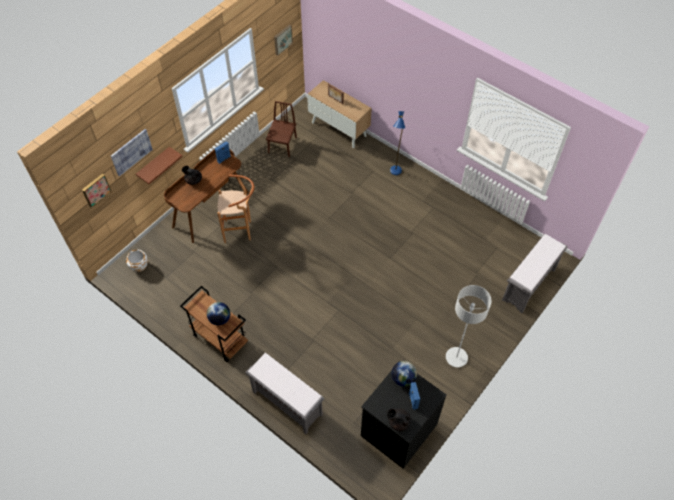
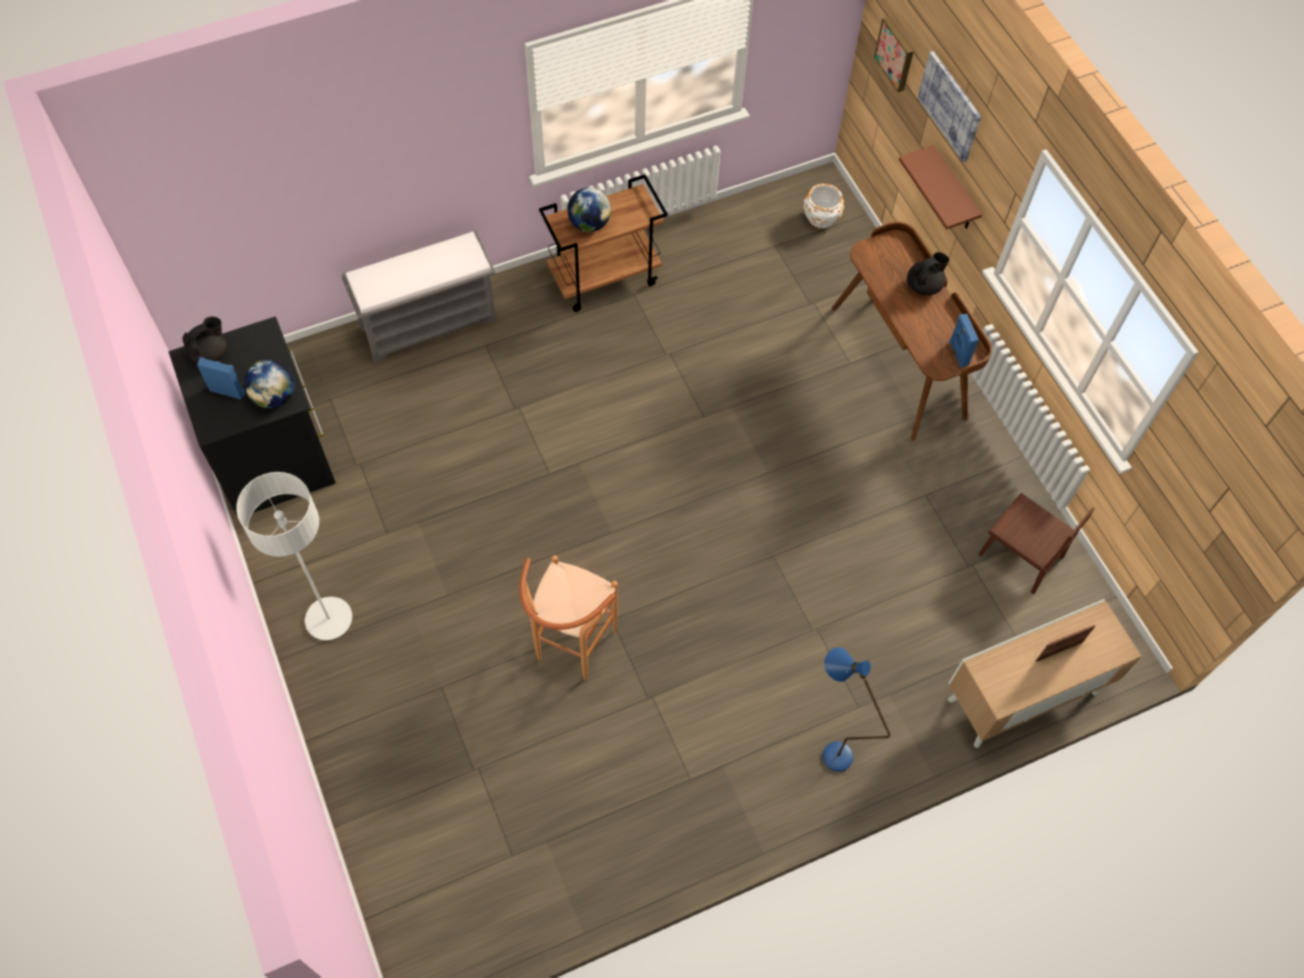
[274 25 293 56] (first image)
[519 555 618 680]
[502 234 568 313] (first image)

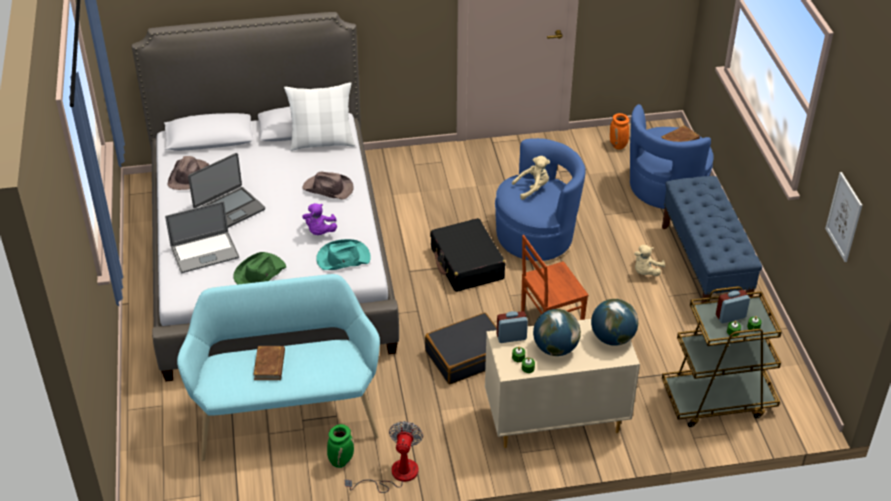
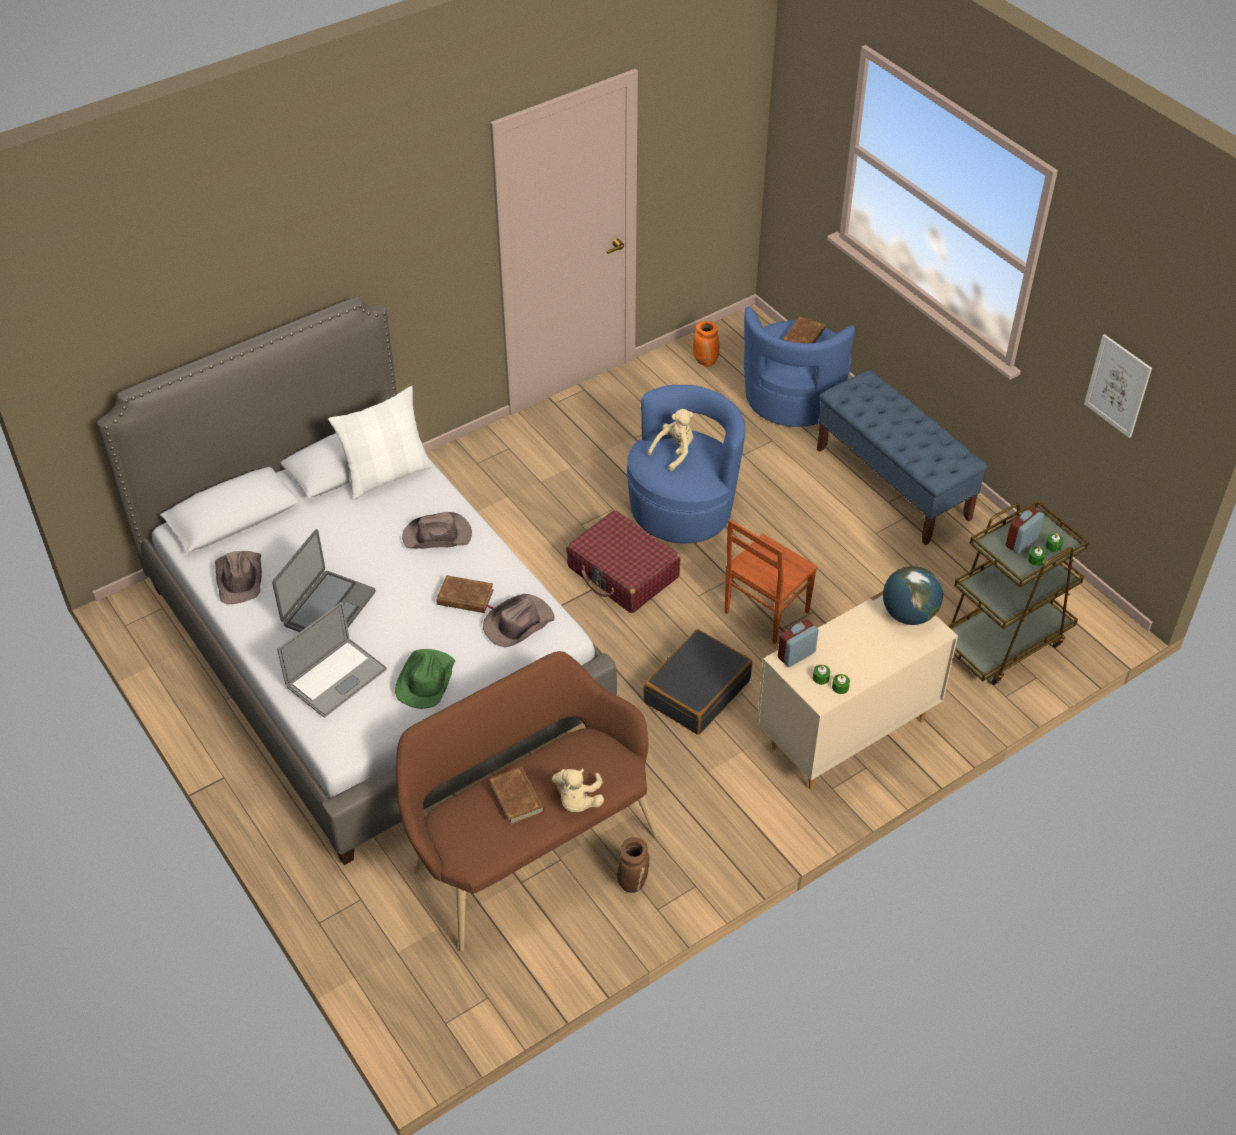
[436 575 494 613]
[566 510 680 613]
[483 594 555 648]
[552 769 604 812]
[396 651 658 952]
[533 309 581 356] (first image)
[344 421 423 493] (first image)
[617 837 649 893]

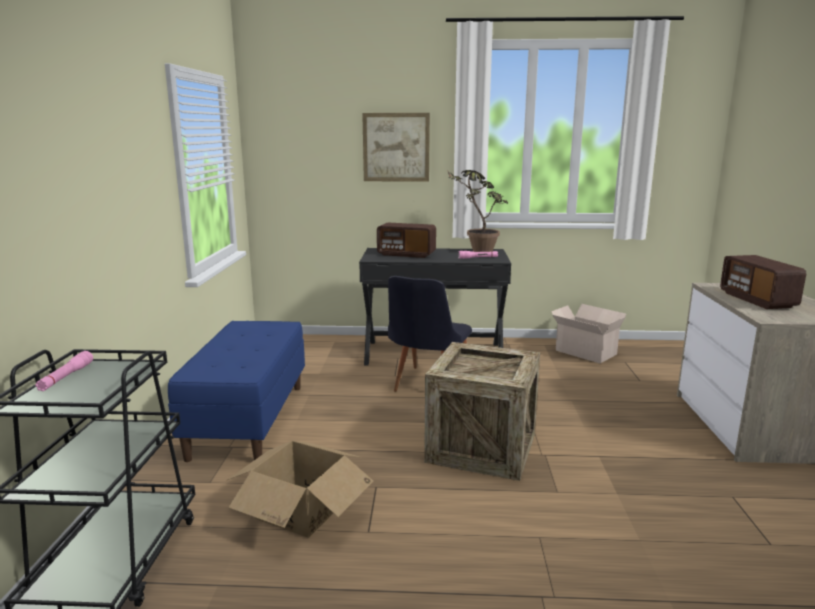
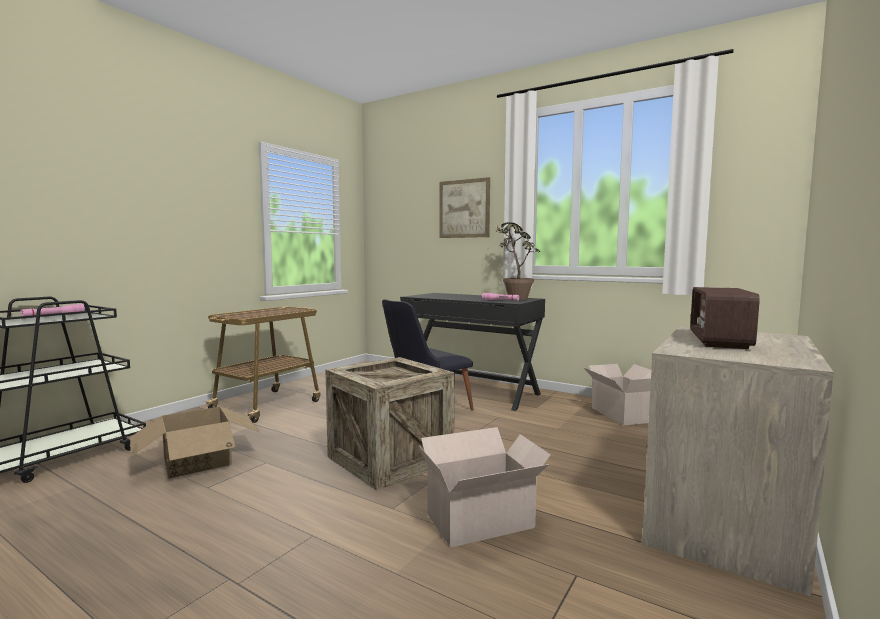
[377 223 436 258] (first image)
[203 307 321 423]
[419 427 551 548]

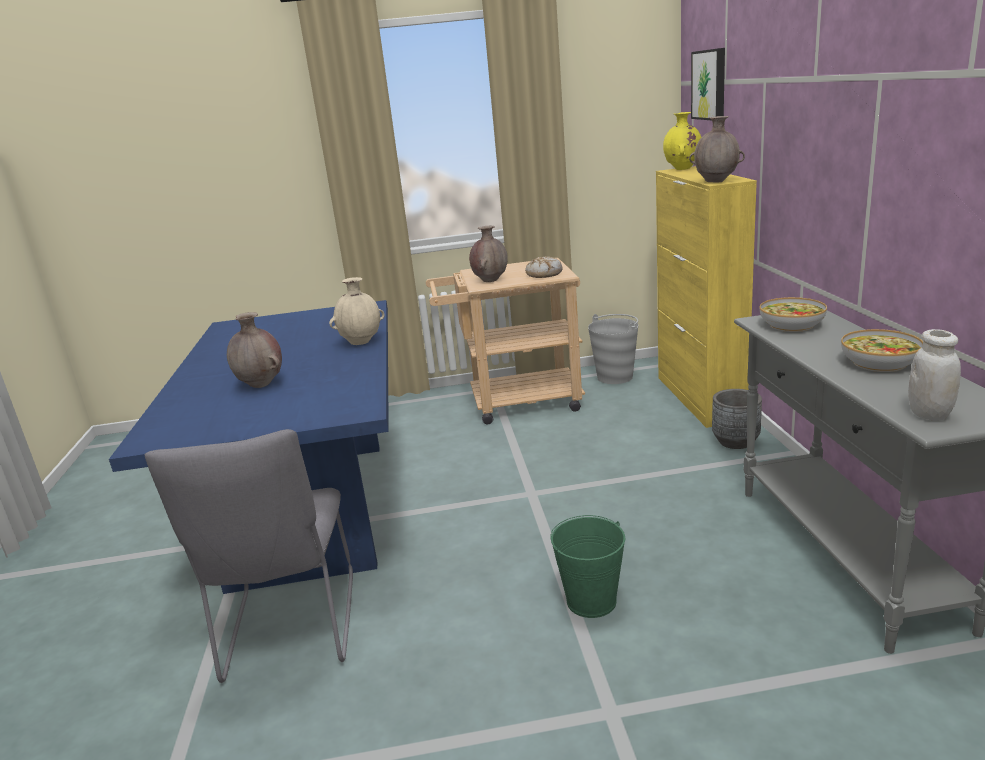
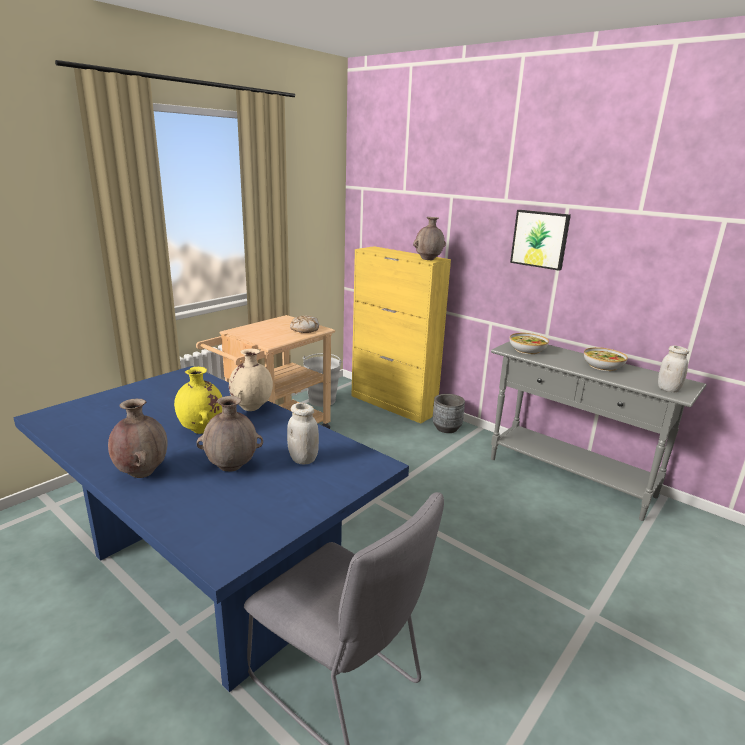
[510 210 571 271]
[174 367 222 434]
[108 399 167 478]
[550 515 625 618] (first image)
[287 403 319 464]

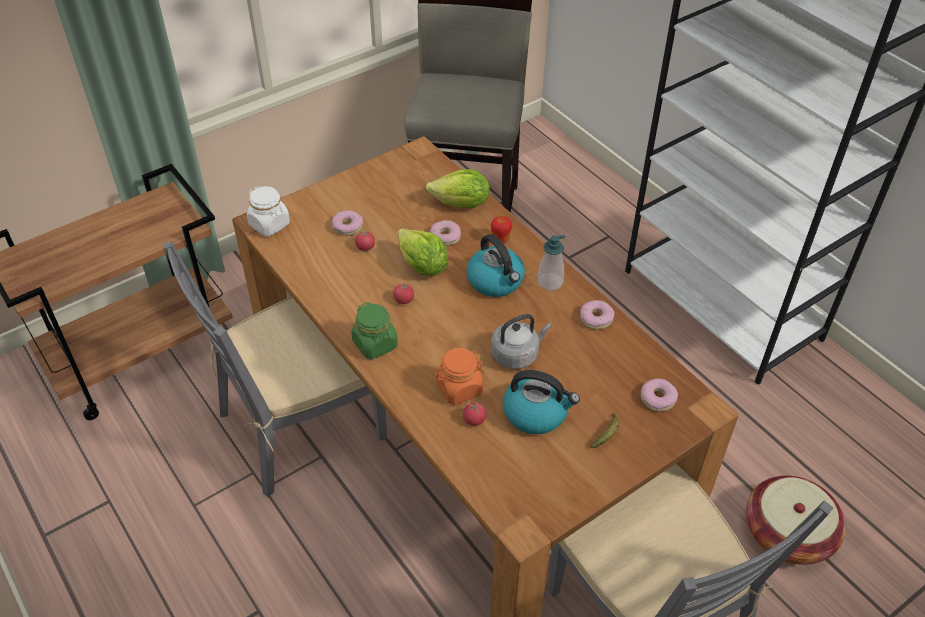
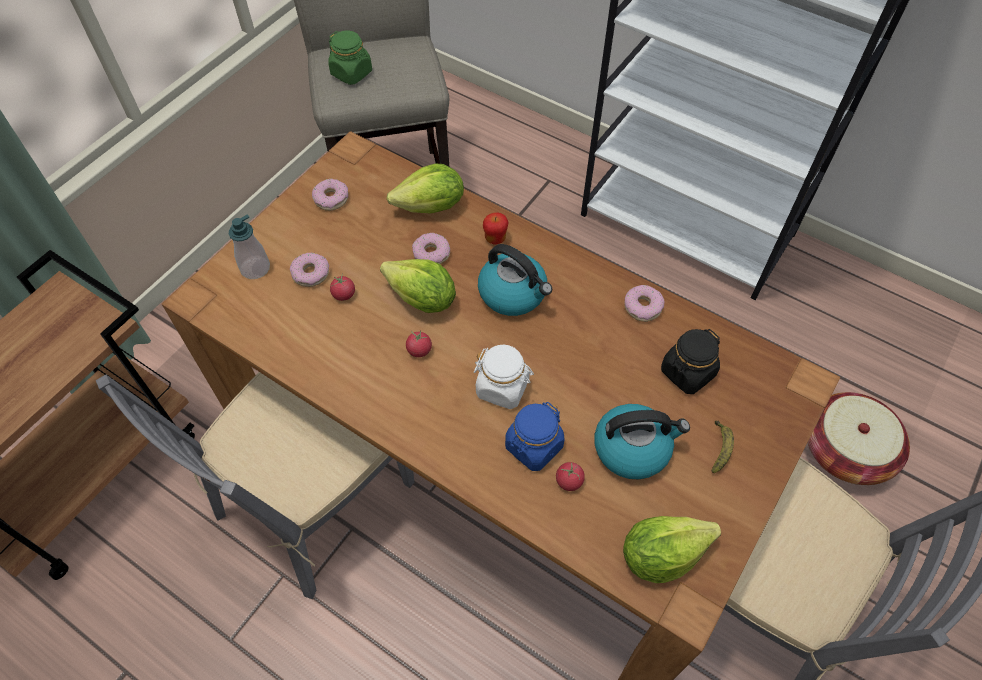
[474 344 534 409]
[229 215 270 279]
[328 31 372 85]
[491 314 551 369] (first image)
[505 402 564 471]
[312 179 349 211]
[661 329 720 394]
[623 516 721 583]

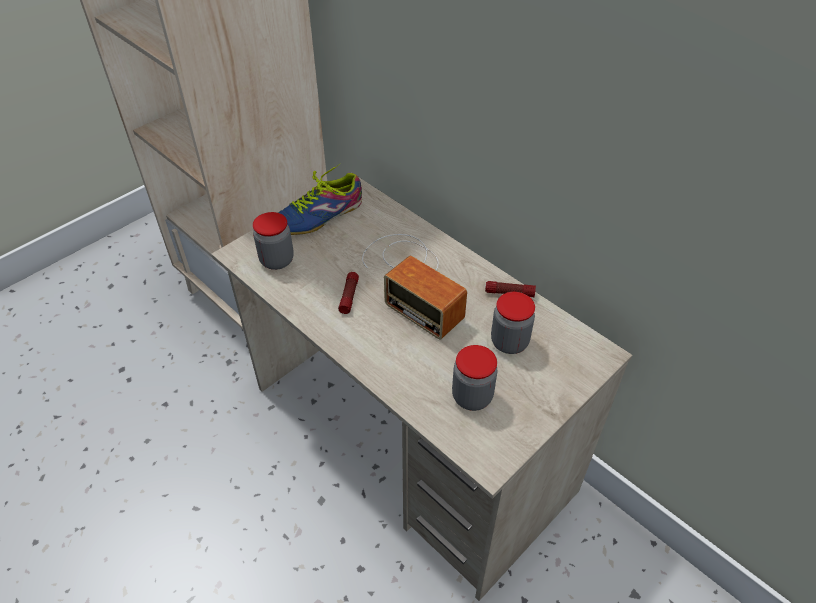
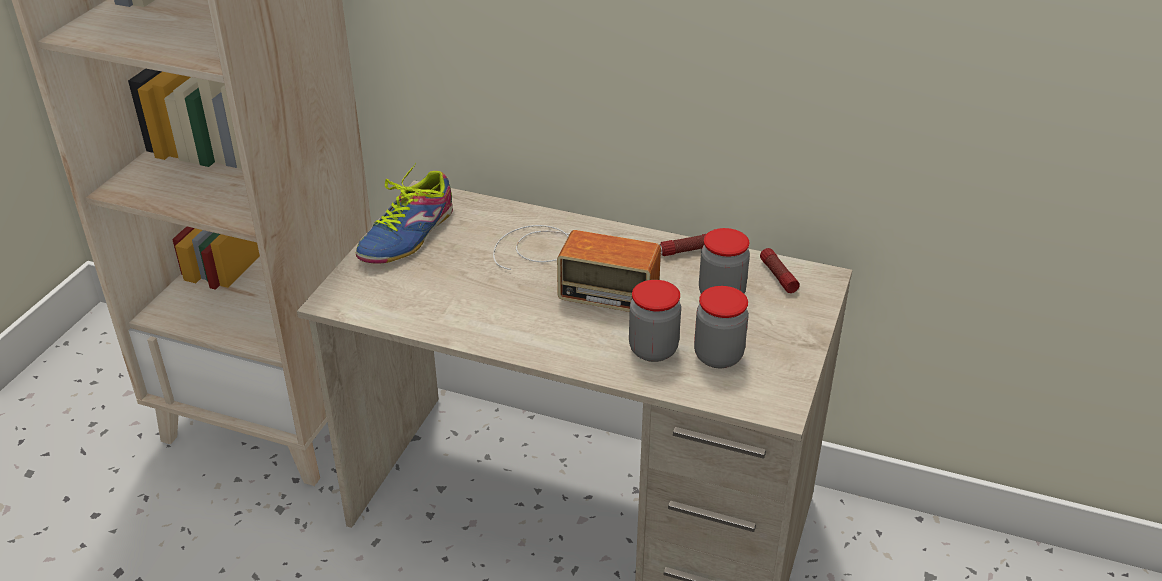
[629 280 681 362]
[760 248 800 293]

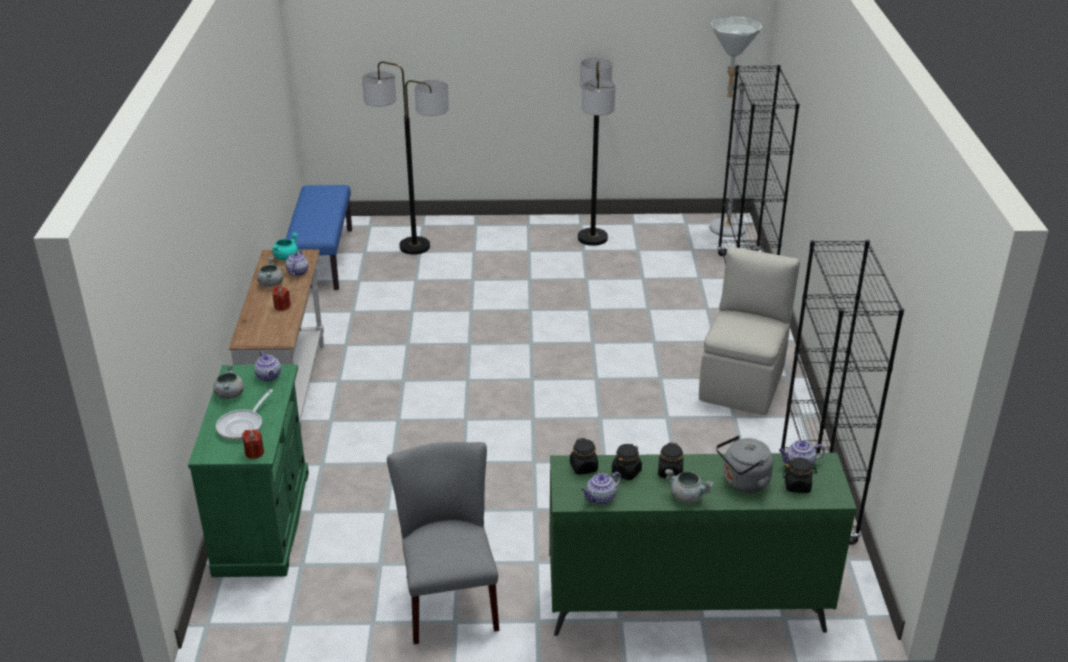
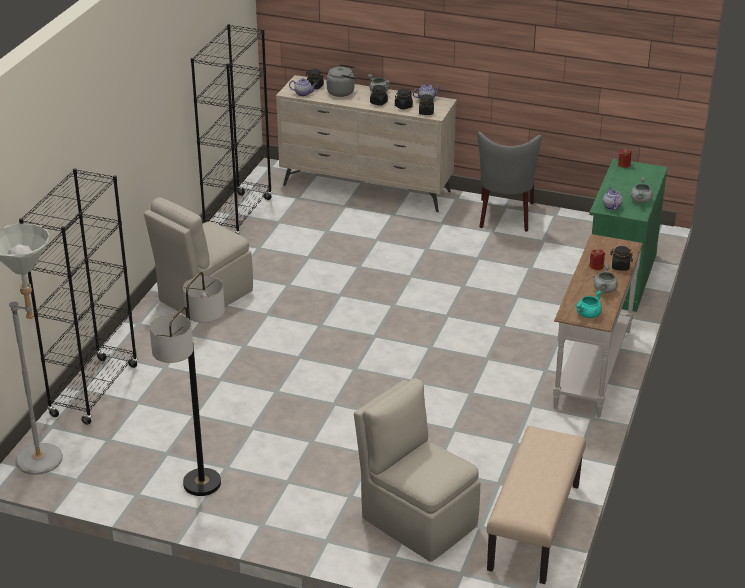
[354 378 480 562]
[487 426 586 584]
[285 249 309 276] (first image)
[216 389 273 440] (first image)
[276 75 457 212]
[610 246 633 271]

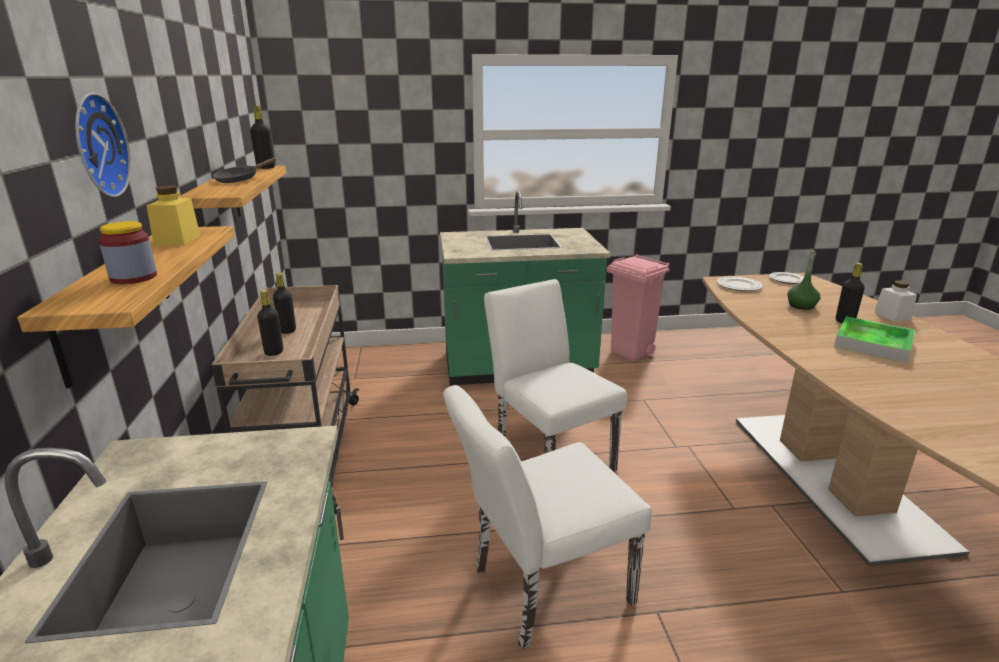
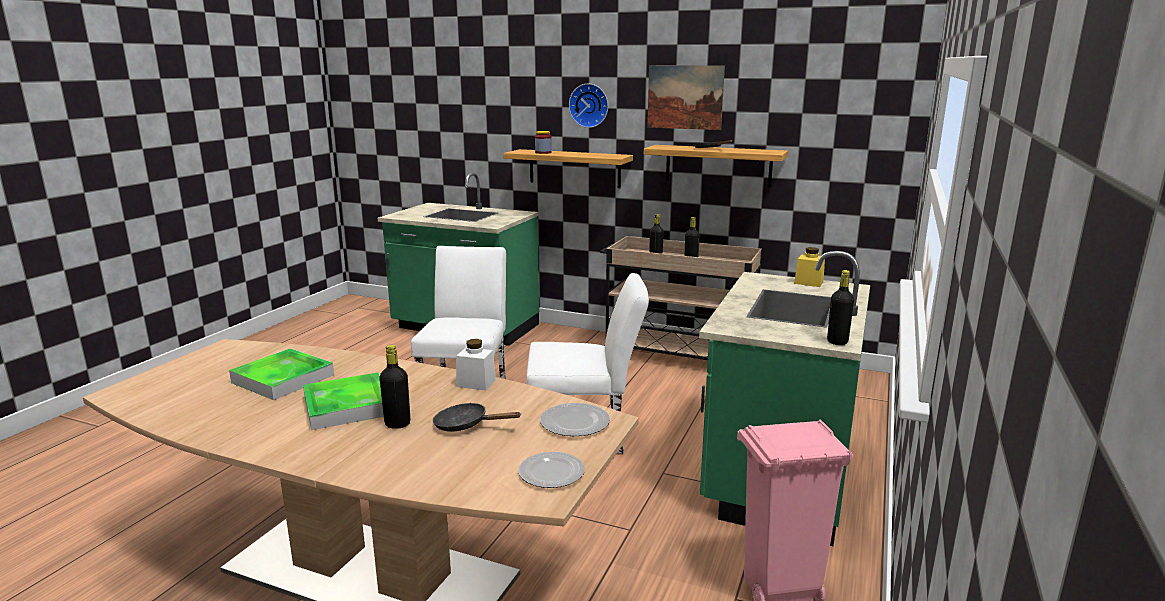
[827 270 854 345]
[794 247 825 287]
[433 403 521 432]
[456 339 496 391]
[647 65 725 130]
[229 348 334 400]

